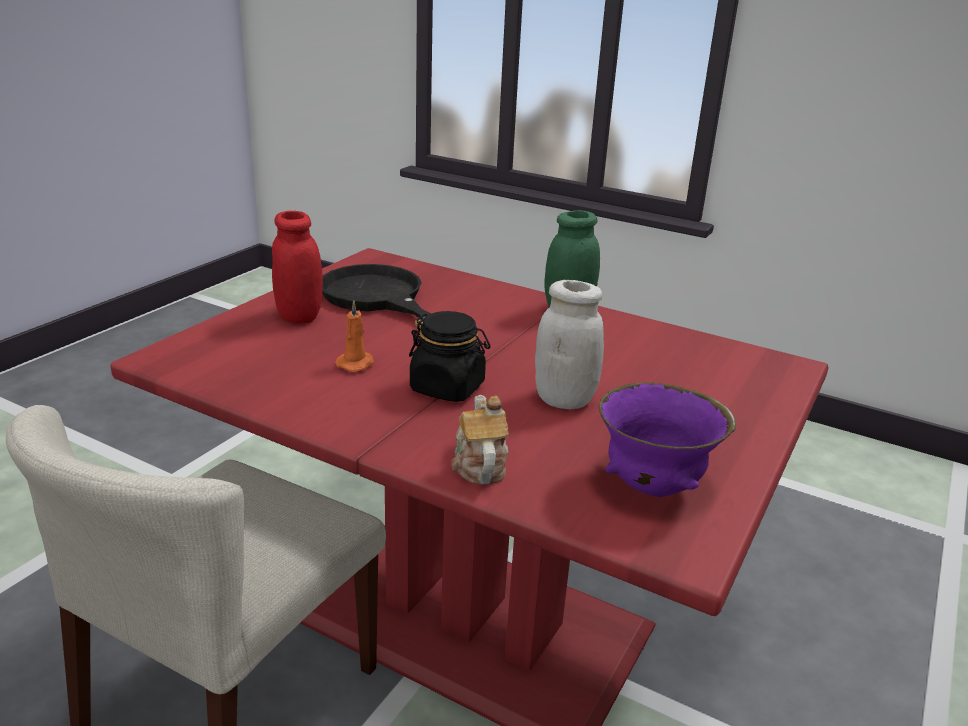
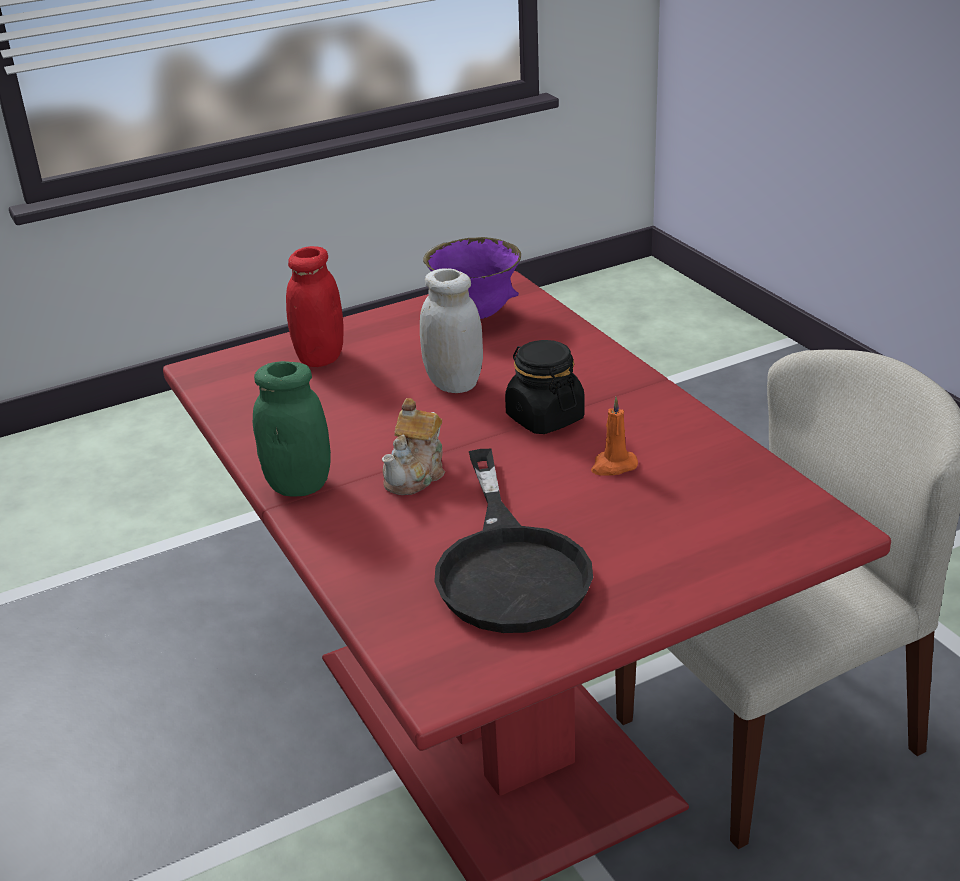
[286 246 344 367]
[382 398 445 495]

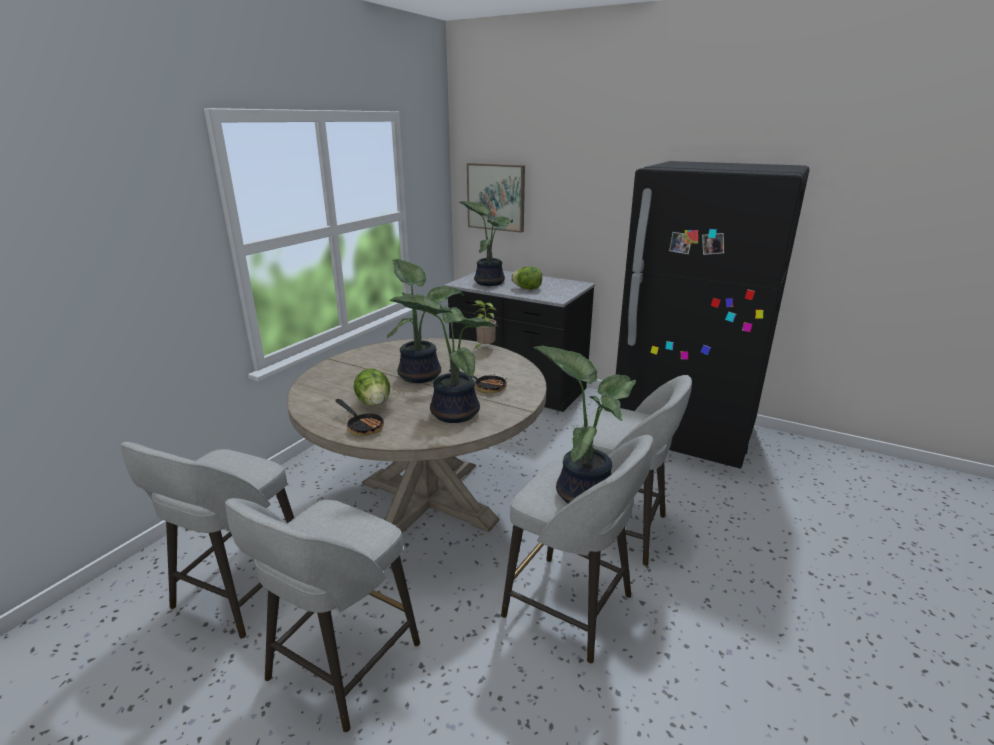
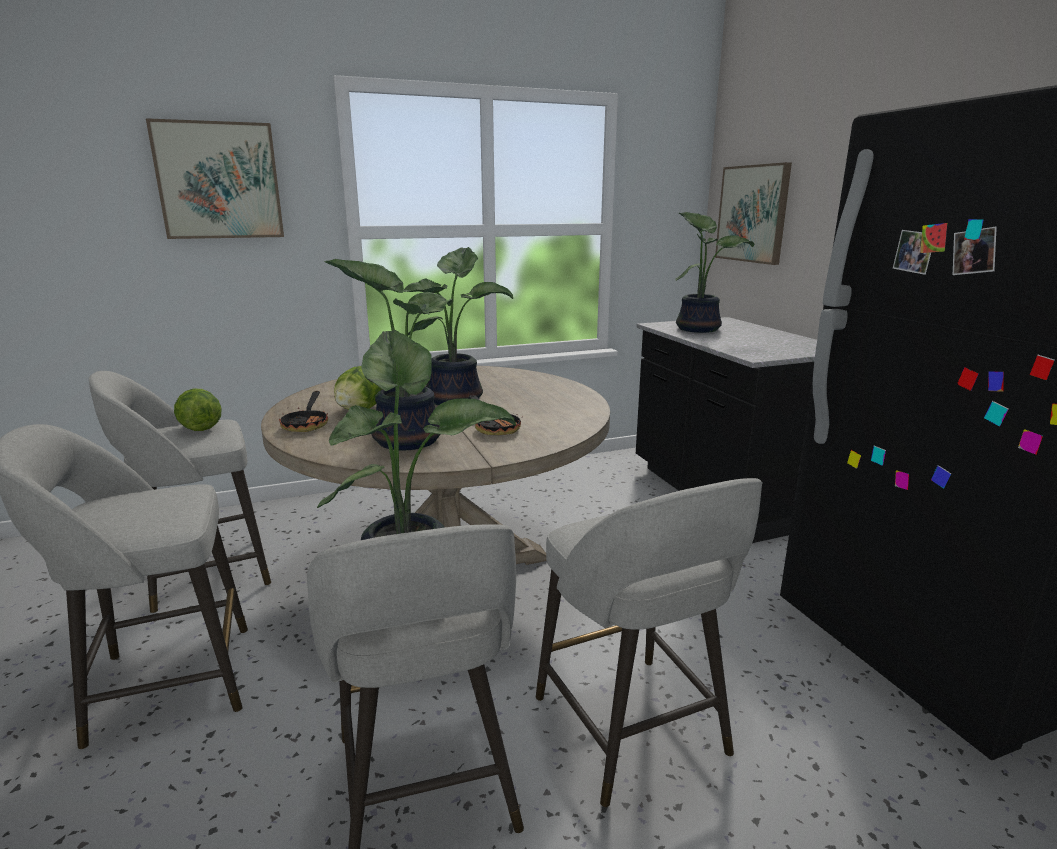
[174 389 222 431]
[472 300 497 349] (first image)
[146 118 284 239]

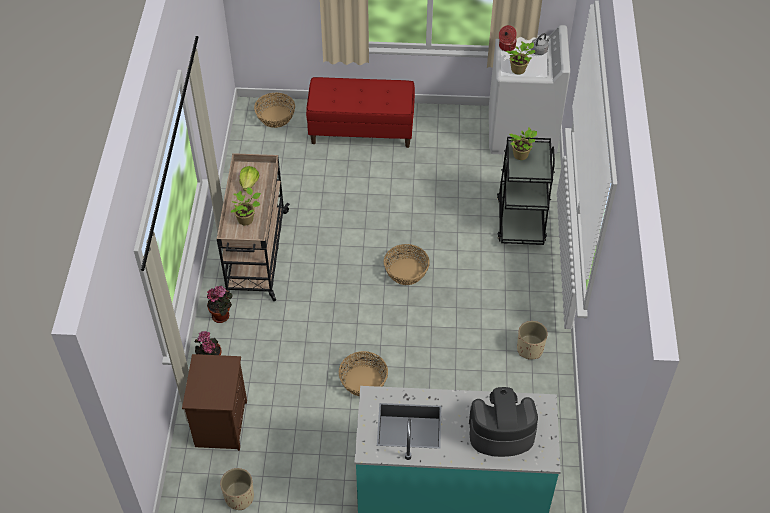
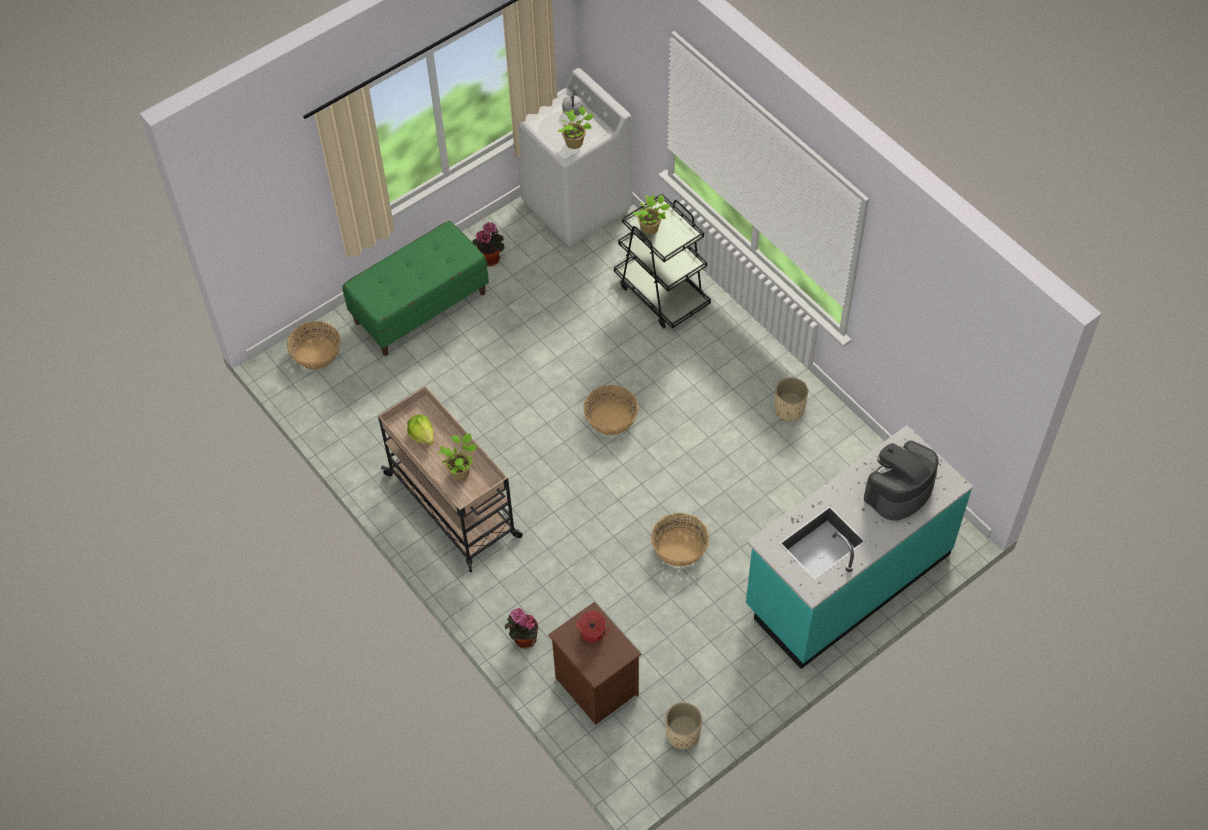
[576 611 609 643]
[342 221 489 356]
[472 222 505 266]

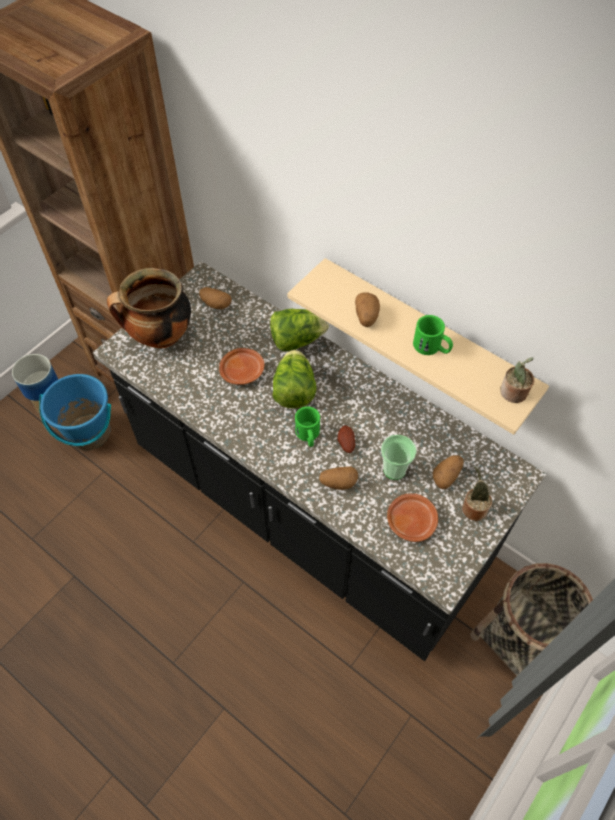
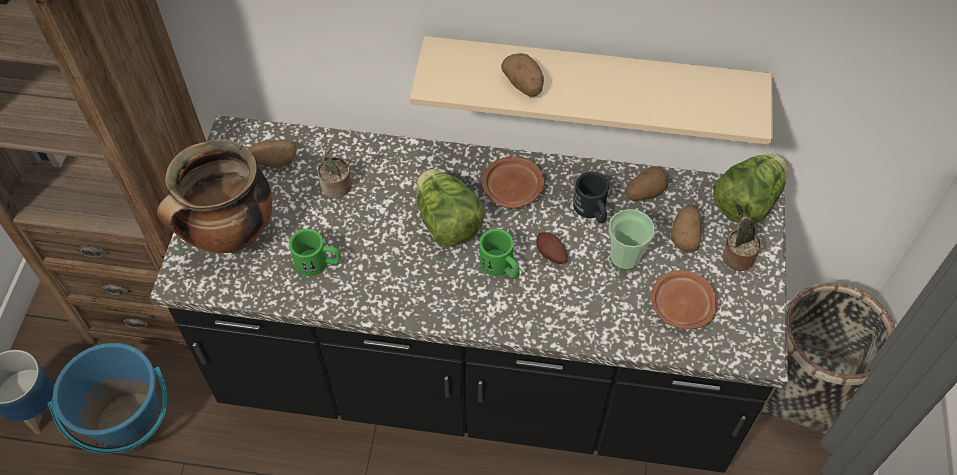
[713 154 788 223]
[289 229 341 276]
[482 157 544 208]
[318 146 352 198]
[626 166 668 201]
[573 172 609 223]

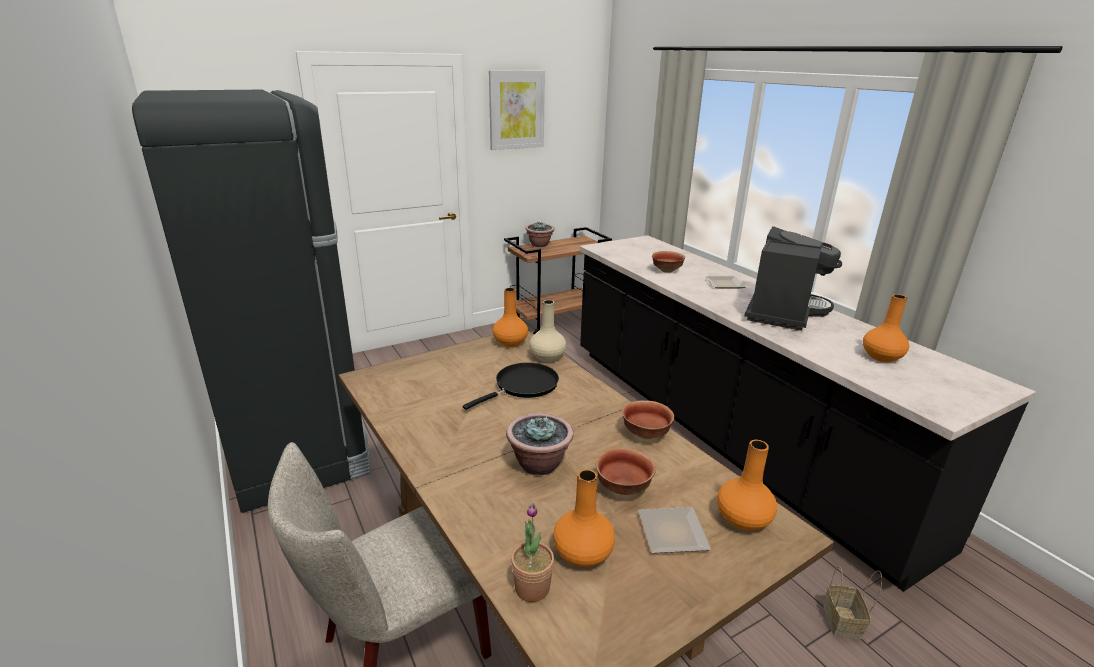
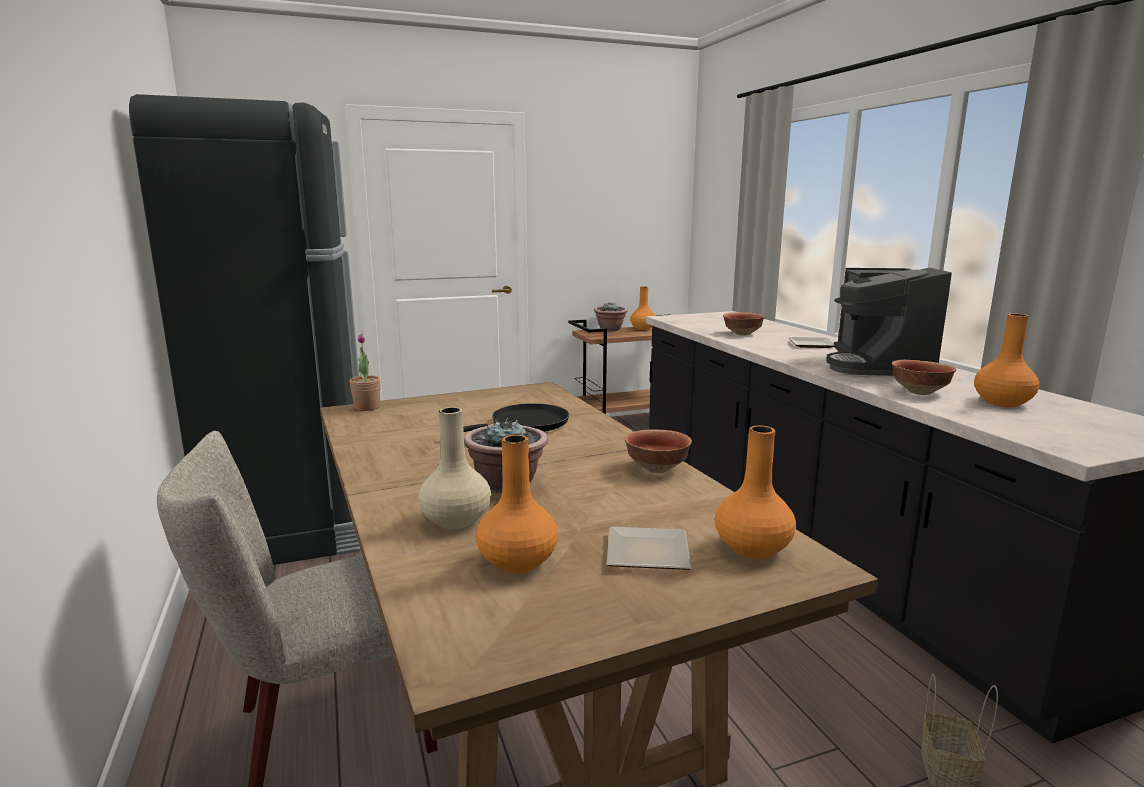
[489 70 545 150] (first image)
[826 268 952 376]
[630 286 655 330]
[418 407 491 529]
[892 360 956 395]
[349 334 380 411]

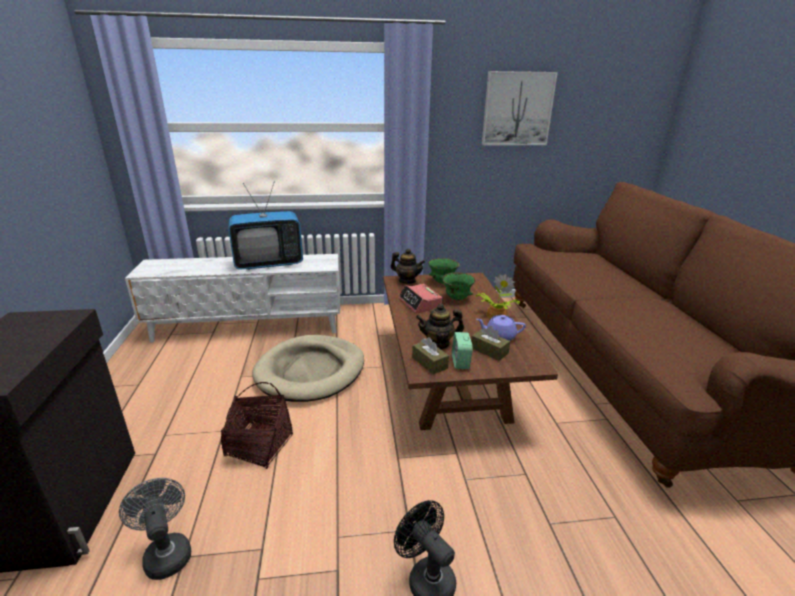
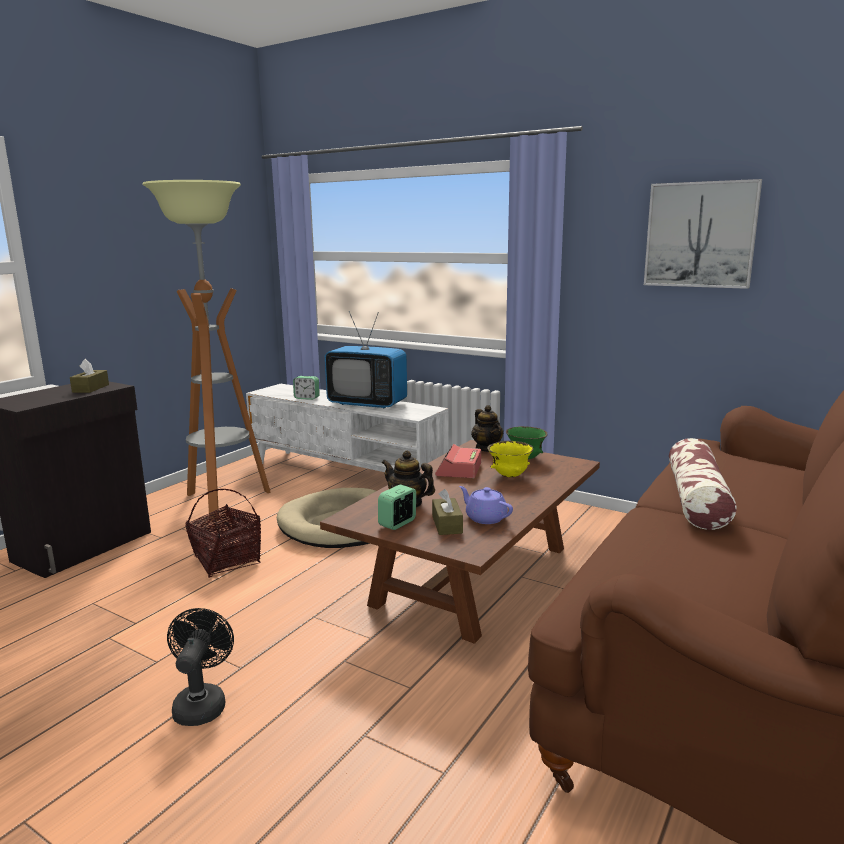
[487 441 533 478]
[475 274 520 319] (first image)
[70 359 109 393]
[119 478 191 580] (first image)
[142 180 271 521]
[293 376 320 400]
[669 438 737 530]

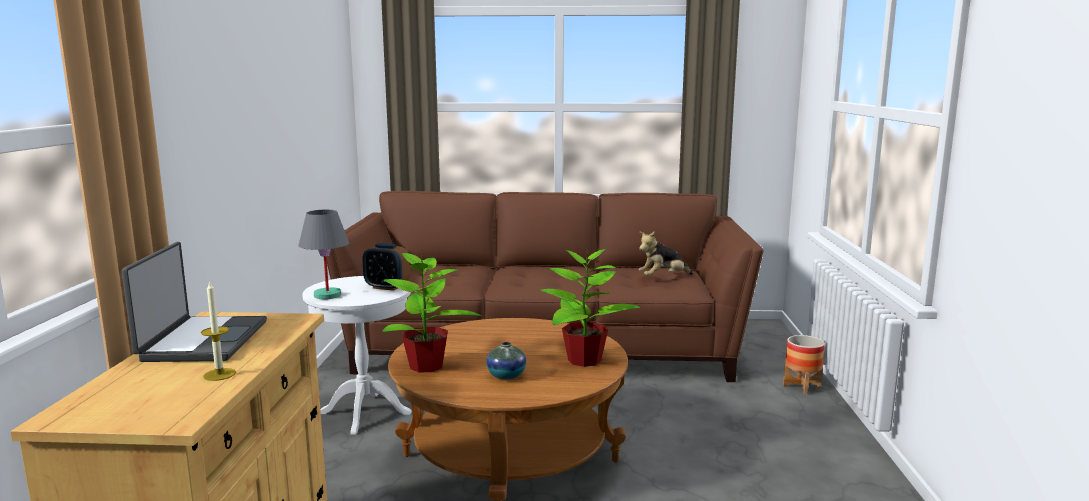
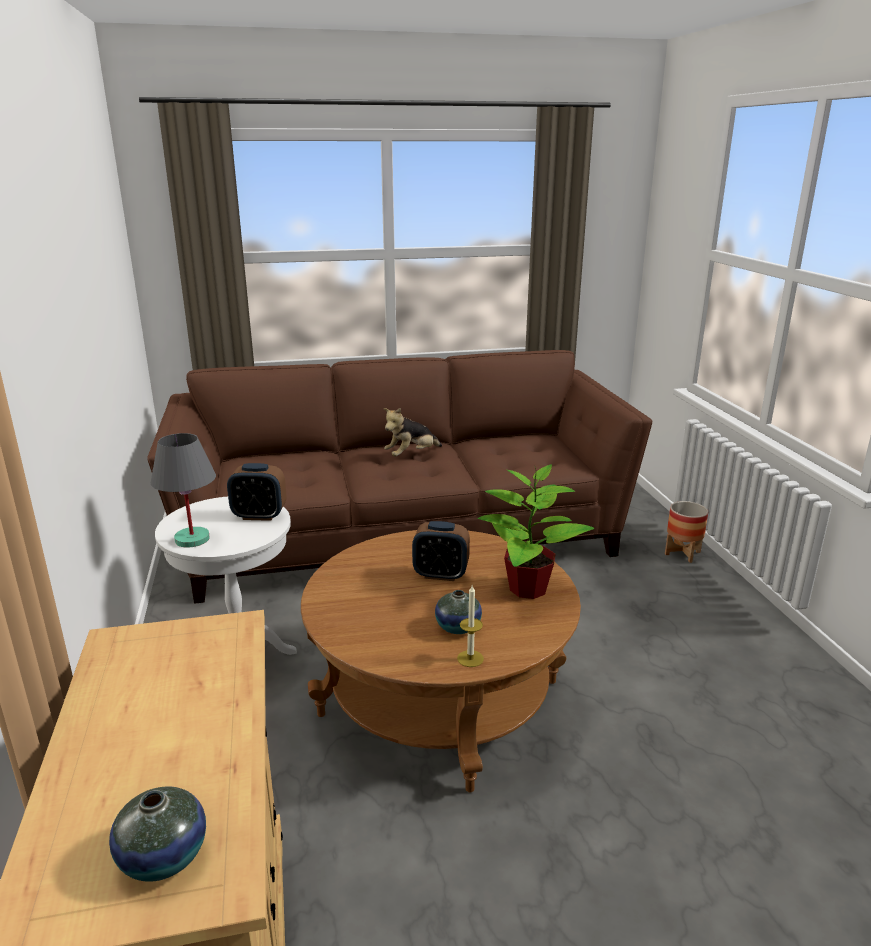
[383 408 442 456]
[122 242 267 362] (first image)
[383 253 481 373] (first image)
[457 586 484 667]
[412 521 470 581]
[109 787 206 882]

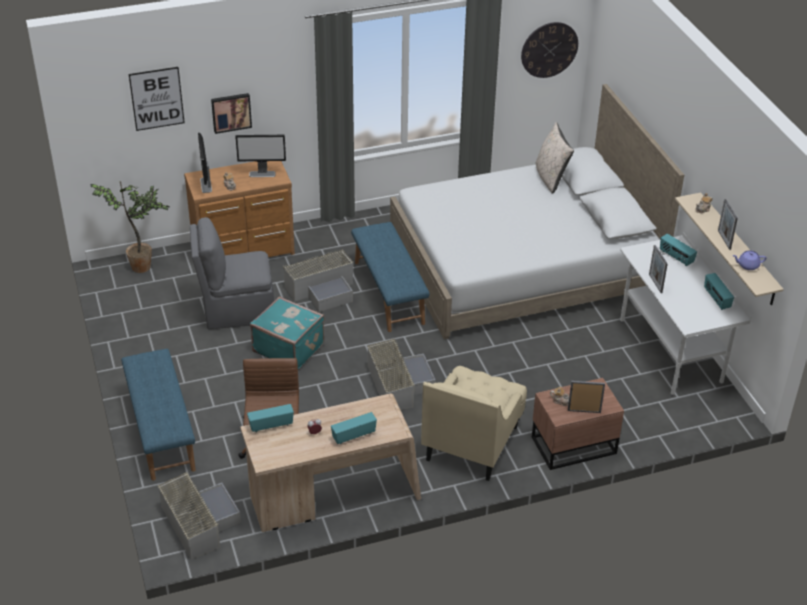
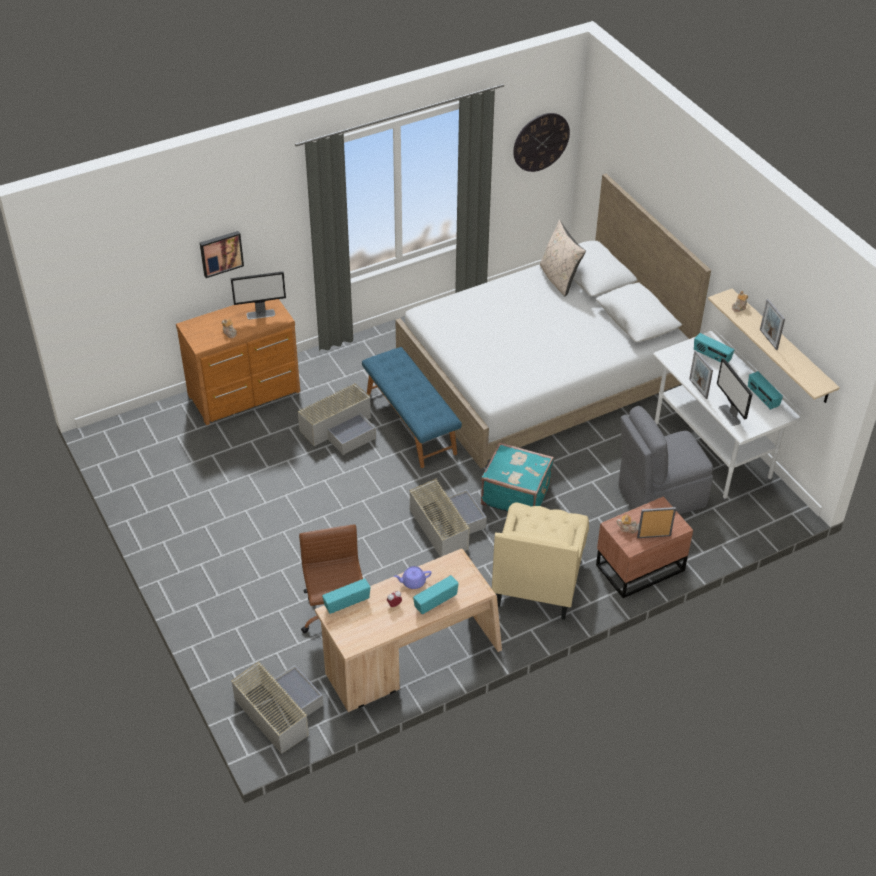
[129 67 185 131] (first image)
[717 358 752 426]
[90 181 169 273] (first image)
[618 406 713 514]
[394 566 432 589]
[481 442 554 512]
[121 349 196 481] (first image)

